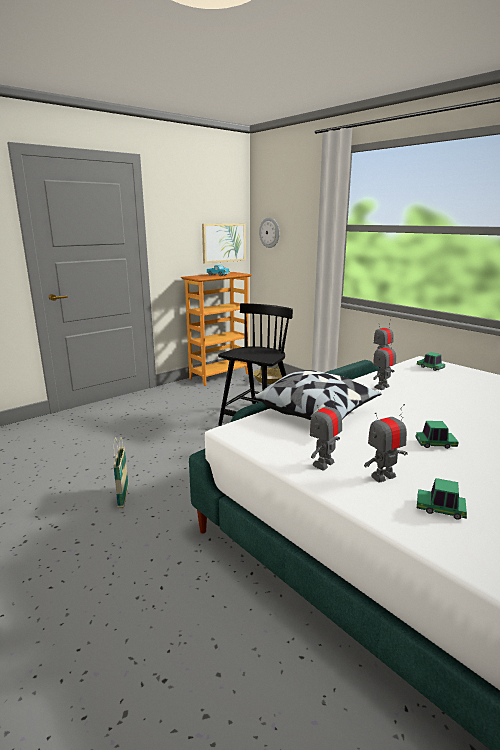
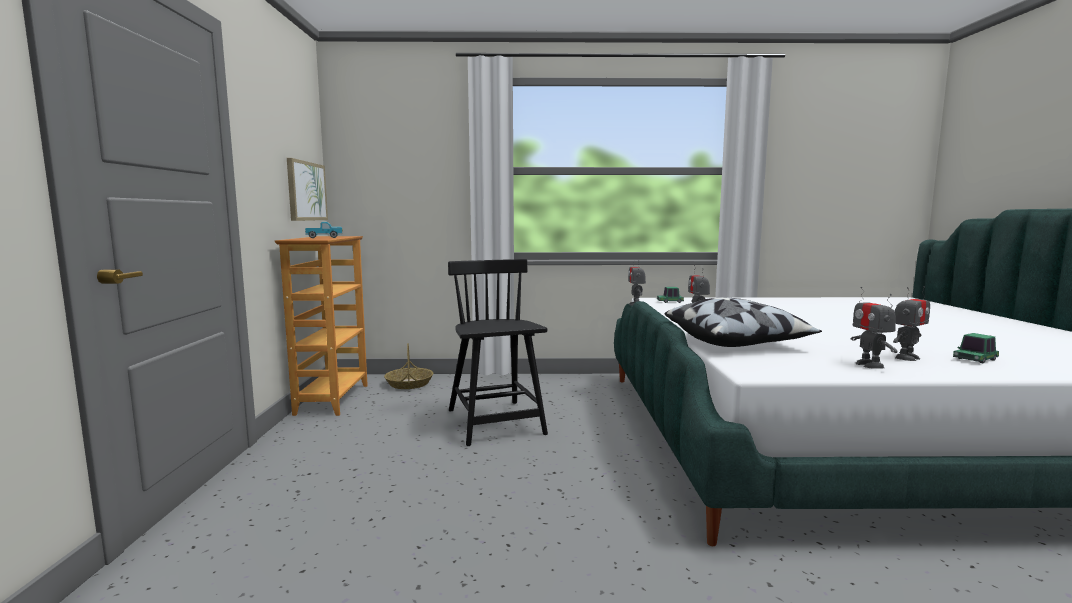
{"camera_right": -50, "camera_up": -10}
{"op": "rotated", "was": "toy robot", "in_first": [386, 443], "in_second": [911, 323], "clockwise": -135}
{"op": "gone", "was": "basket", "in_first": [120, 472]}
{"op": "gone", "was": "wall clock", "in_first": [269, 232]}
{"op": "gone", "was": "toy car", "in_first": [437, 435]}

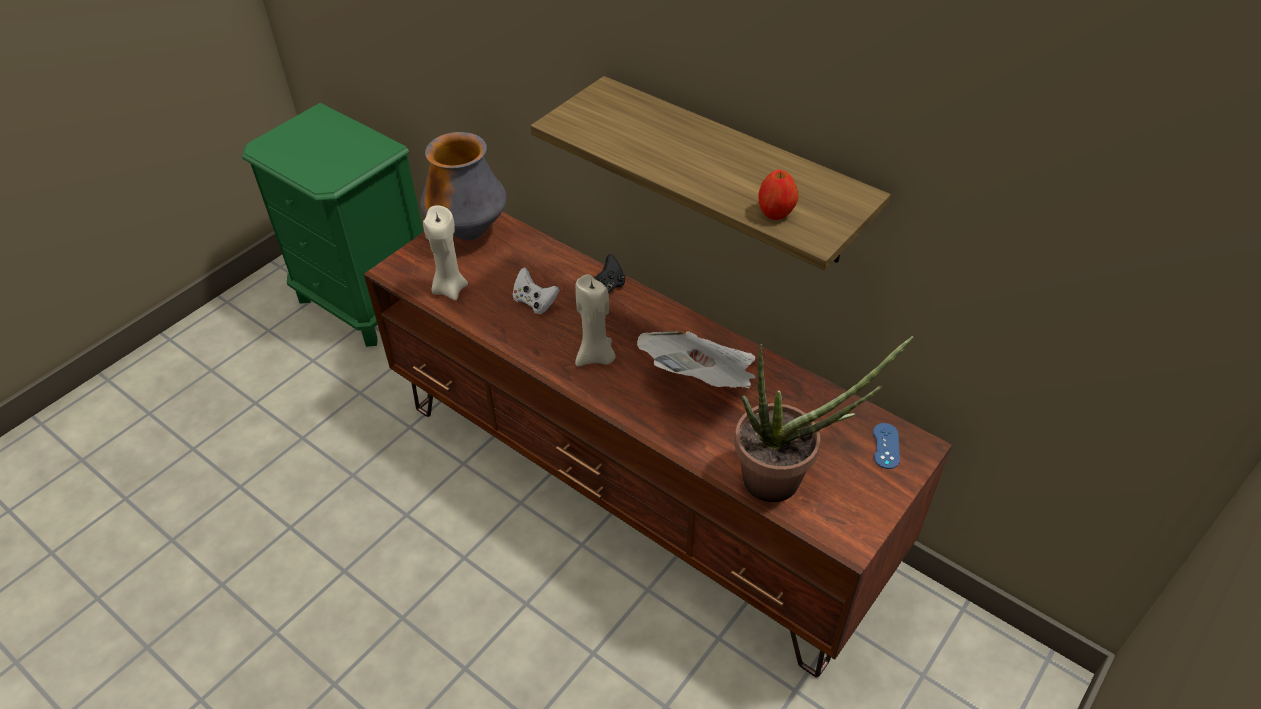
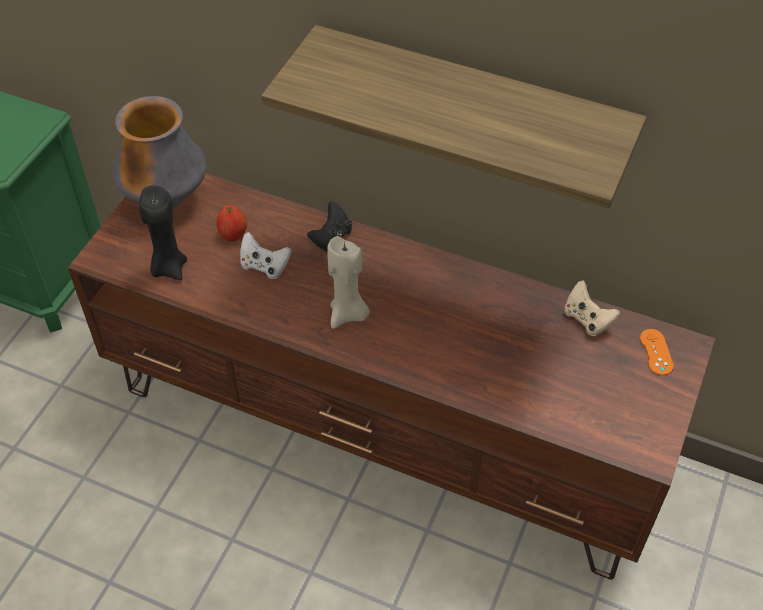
{"camera_right": -15, "camera_up": 5}
{"op": "repainted", "was": "beige candle", "now": "black candle", "in_first": [445, 253], "in_second": [163, 232]}
{"op": "shifted", "was": "apple", "in_first": [778, 195], "in_second": [231, 223]}
{"op": "new", "now": "beige game controller", "in_second": [592, 308]}
{"op": "repainted", "was": "blue game controller", "now": "orange game controller", "in_first": [886, 446], "in_second": [657, 352]}
{"op": "gone", "was": "newspaper", "in_first": [696, 359]}
{"op": "gone", "was": "potted plant", "in_first": [823, 419]}

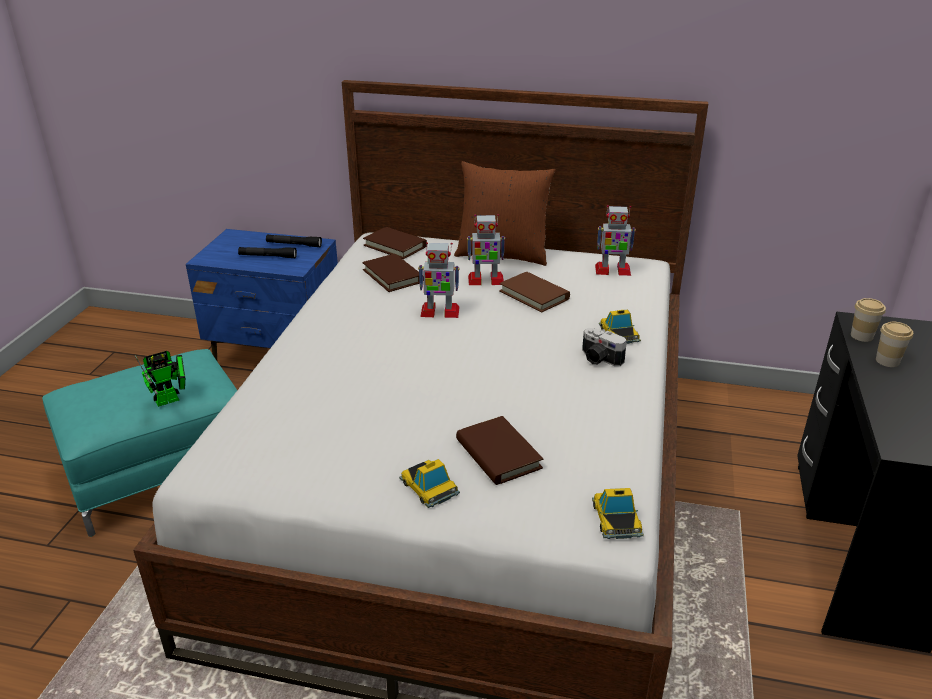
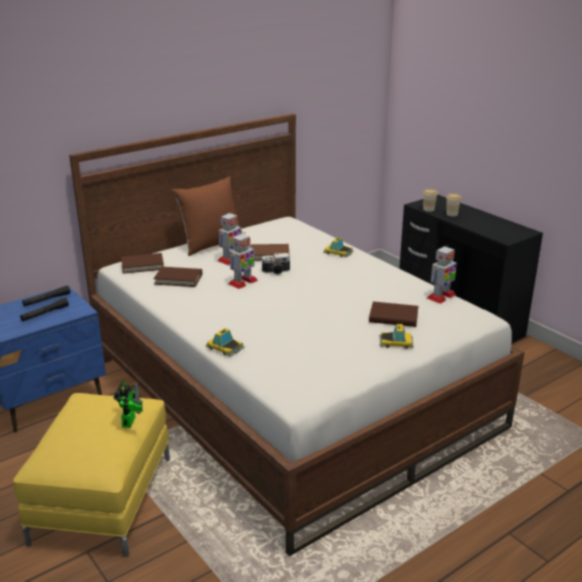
{"camera_right": -50, "camera_up": -5}
{"op": "repainted", "was": "turquoise ottoman", "now": "yellow ottoman", "in_first": [139, 443], "in_second": [91, 475]}
{"op": "shifted", "was": "toy car", "in_first": [618, 513], "in_second": [225, 342]}
{"op": "shifted", "was": "photo camera", "in_first": [604, 347], "in_second": [276, 264]}
{"op": "shifted", "was": "toy robot", "in_first": [615, 240], "in_second": [442, 274]}

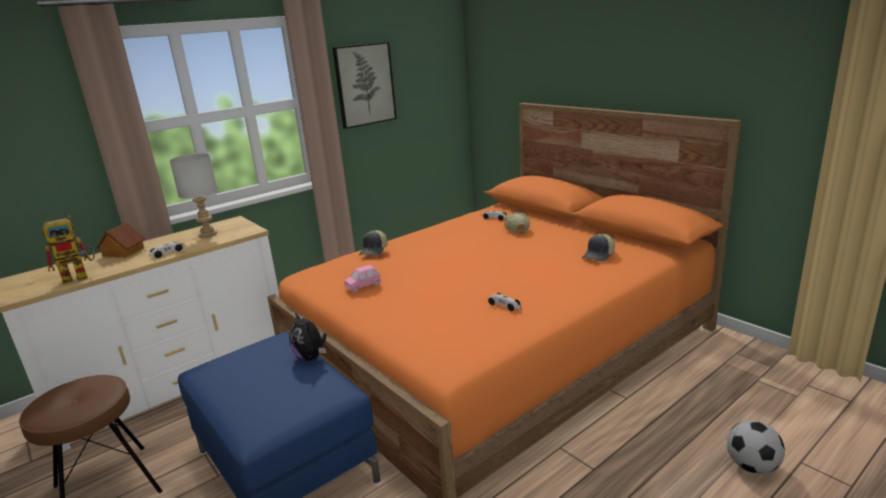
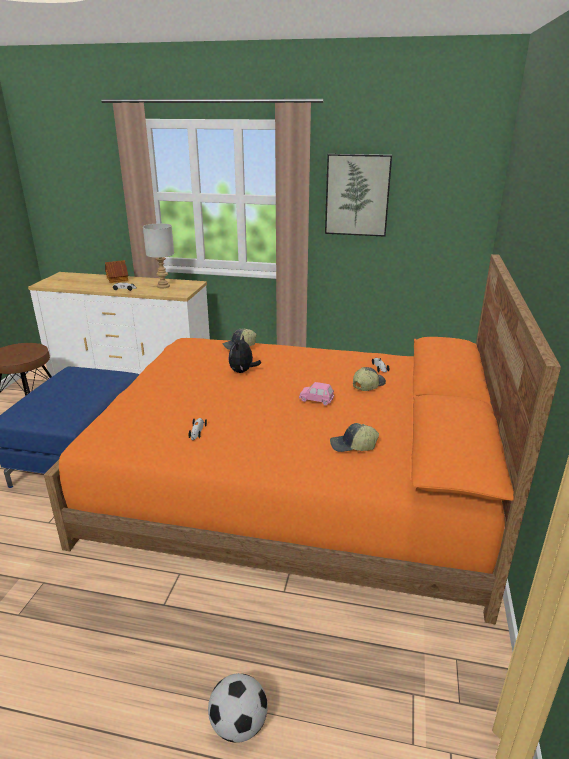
{"camera_right": 50, "camera_up": 5}
{"op": "shifted", "was": "plush toy", "in_first": [307, 337], "in_second": [244, 354]}
{"op": "shifted", "was": "pink toy car", "in_first": [363, 278], "in_second": [316, 394]}
{"op": "gone", "was": "toy robot", "in_first": [68, 250]}

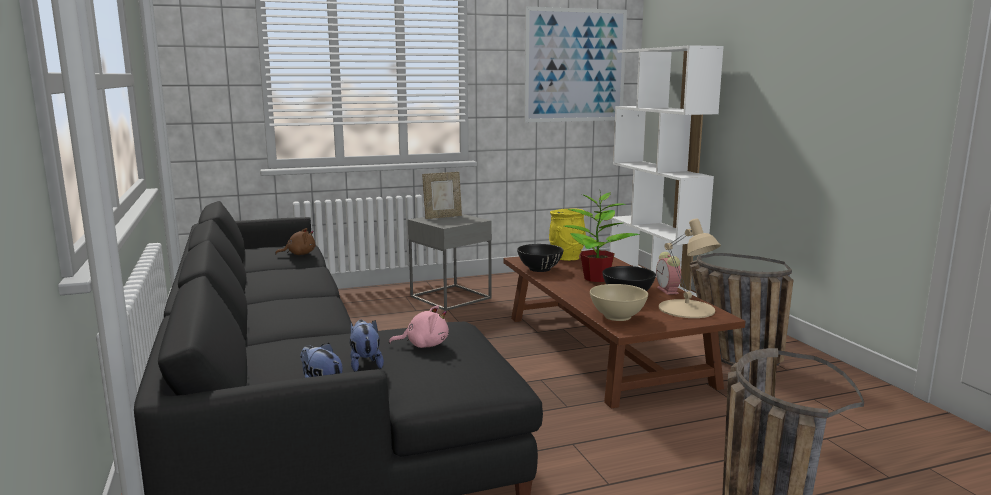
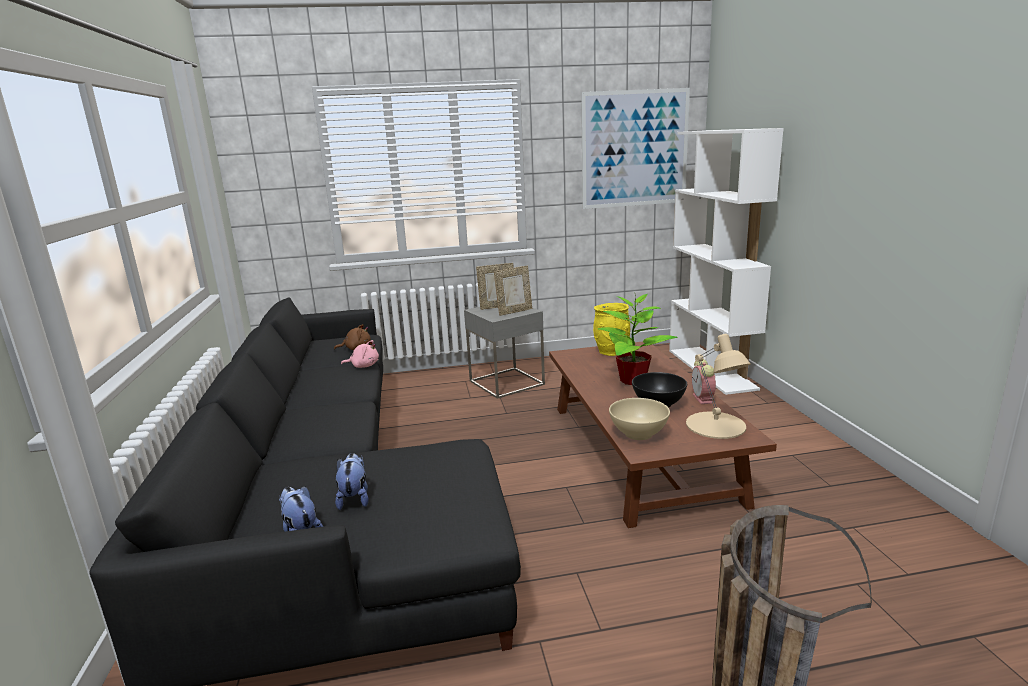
{"camera_right": 10, "camera_up": 5}
{"op": "shifted", "was": "pink plush toy", "in_first": [419, 326], "in_second": [360, 354]}
{"op": "new", "now": "picture frame", "in_second": [513, 291]}
{"op": "gone", "was": "black bowl", "in_first": [540, 258]}
{"op": "gone", "was": "basket", "in_first": [741, 309]}

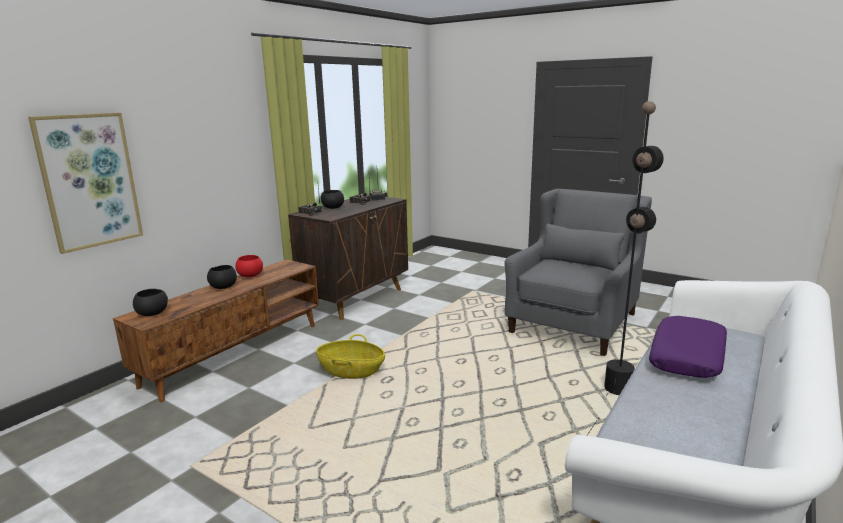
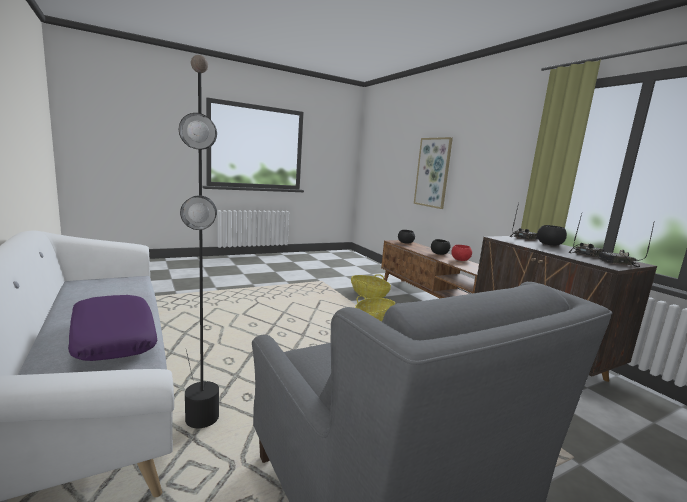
{"camera_right": 115, "camera_up": -5}
{"op": "new", "now": "basket", "in_second": [371, 286]}

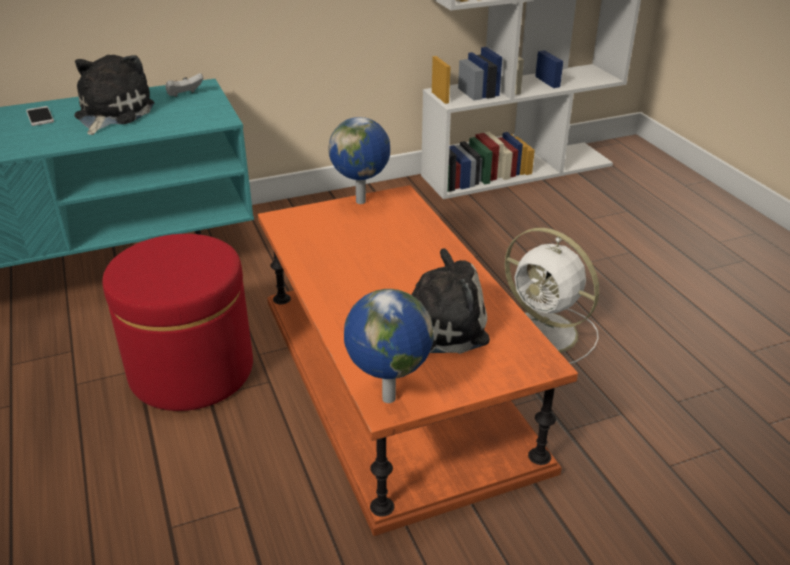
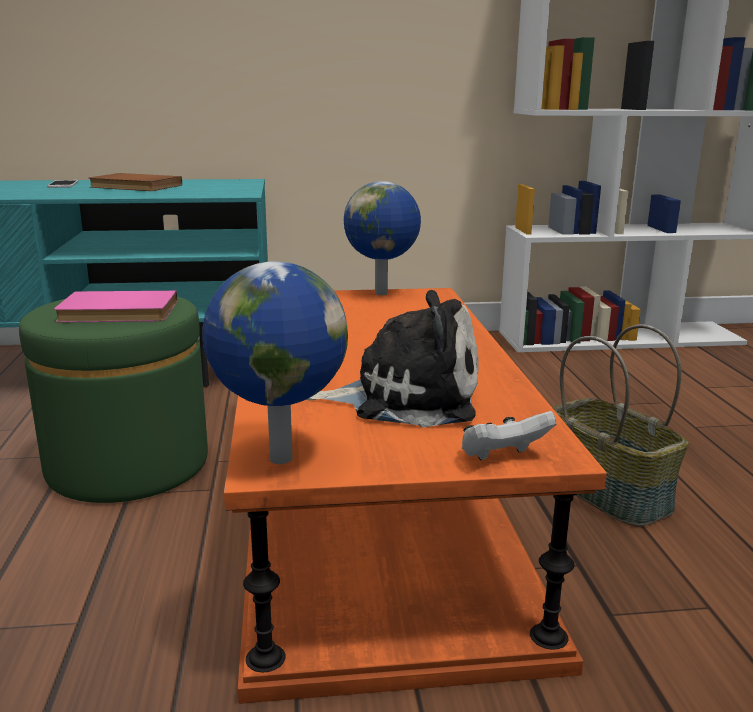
{"camera_right": 15, "camera_up": -15}
{"op": "repainted", "was": "red ottoman", "now": "green ottoman", "in_first": [177, 322], "in_second": [113, 399]}
{"op": "new", "now": "pink book", "in_second": [116, 306]}
{"op": "swapped", "was": "plush toy", "now": "brown book", "in_first": [114, 95], "in_second": [135, 182]}
{"op": "shifted", "was": "white game controller", "in_first": [184, 85], "in_second": [509, 435]}
{"op": "swapped", "was": "white fan", "now": "basket", "in_first": [552, 296], "in_second": [620, 425]}

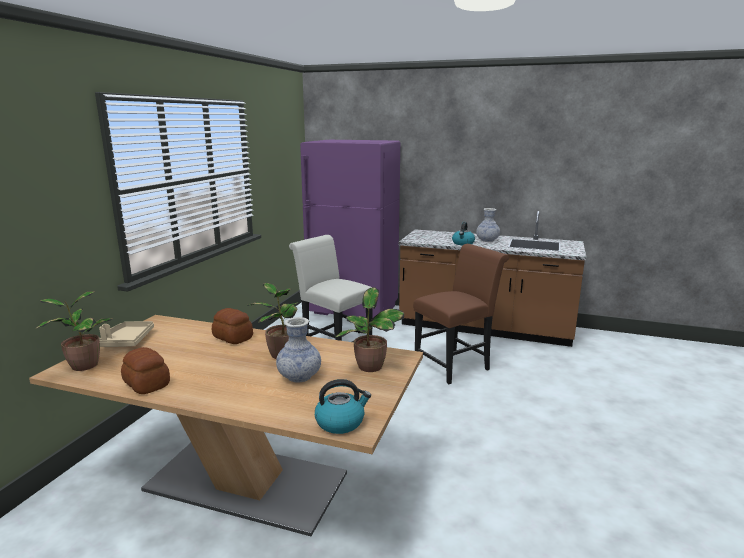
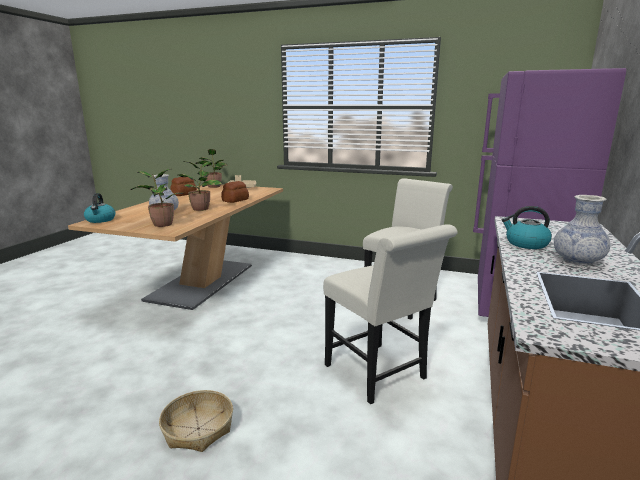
{"camera_right": 90, "camera_up": 0}
{"op": "new", "now": "basket", "in_second": [196, 421]}
{"op": "repainted", "was": "brown chair", "now": "white chair", "in_first": [461, 314], "in_second": [390, 314]}

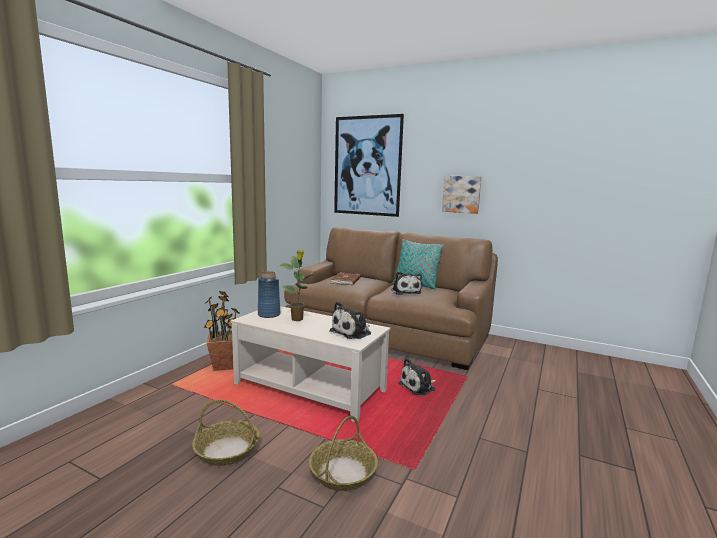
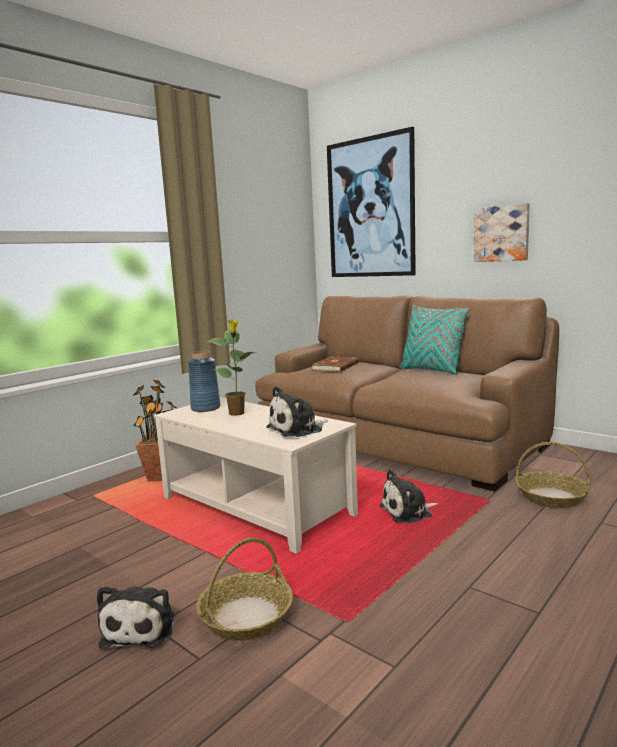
{"camera_right": 15, "camera_up": 0}
{"op": "shifted", "was": "plush toy", "in_first": [406, 283], "in_second": [136, 617]}
{"op": "shifted", "was": "basket", "in_first": [226, 432], "in_second": [553, 475]}

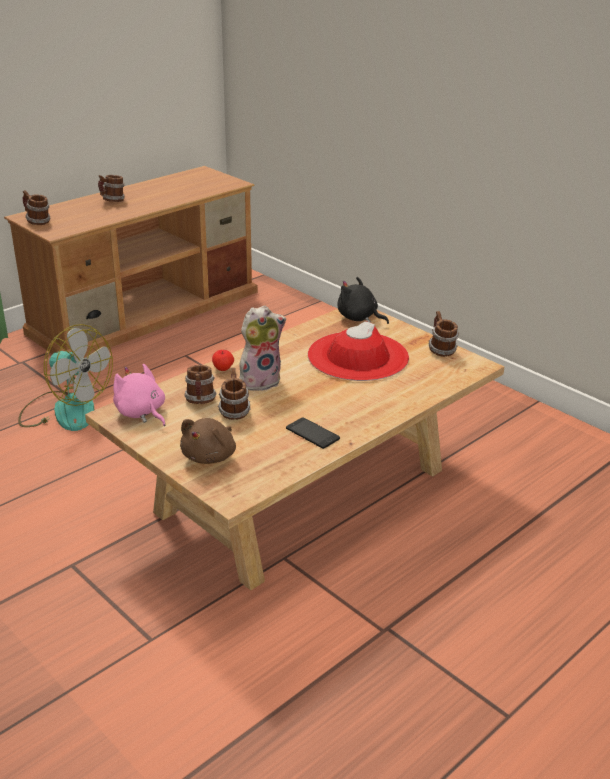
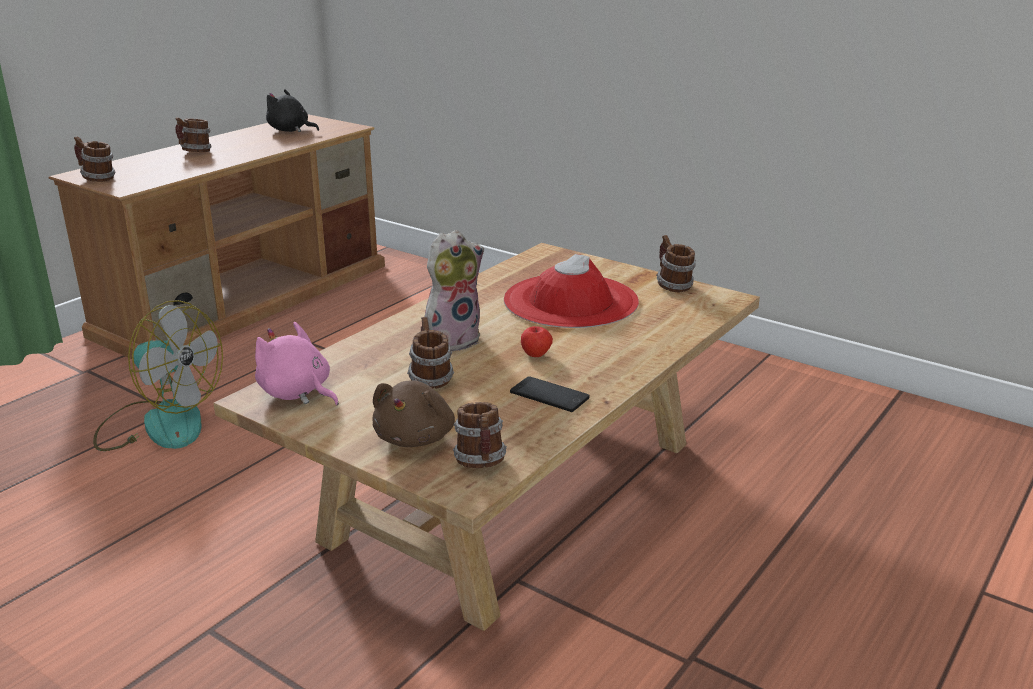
{"camera_right": -10, "camera_up": -5}
{"op": "shifted", "was": "black plush toy", "in_first": [363, 300], "in_second": [292, 110]}
{"op": "shifted", "was": "mug", "in_first": [200, 384], "in_second": [480, 435]}
{"op": "shifted", "was": "apple", "in_first": [223, 360], "in_second": [537, 341]}

